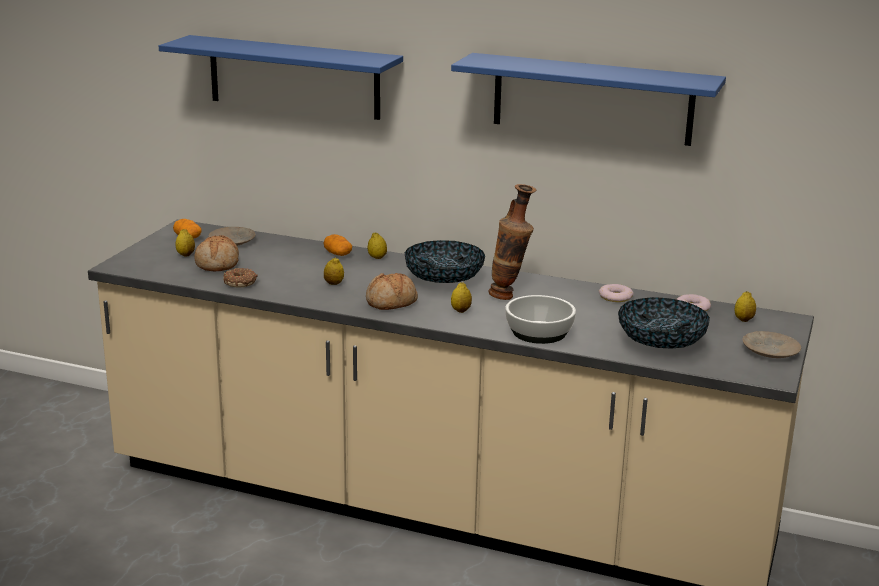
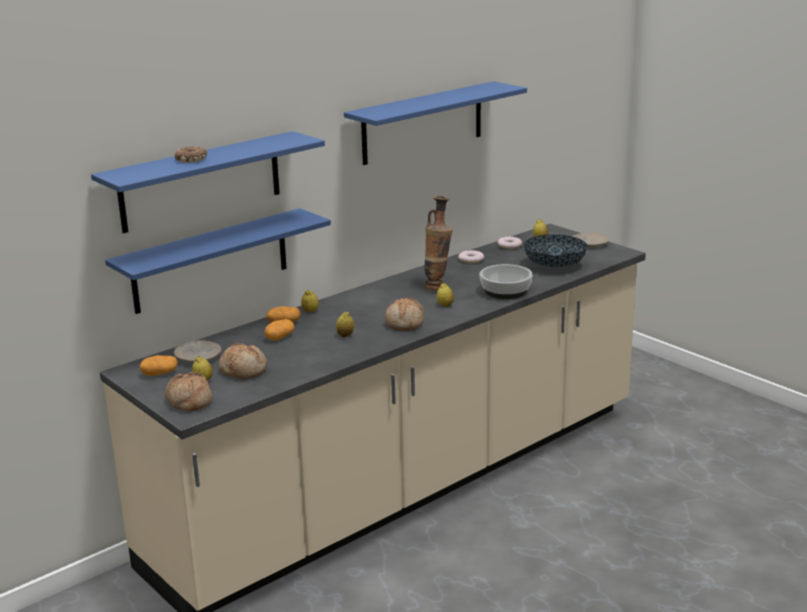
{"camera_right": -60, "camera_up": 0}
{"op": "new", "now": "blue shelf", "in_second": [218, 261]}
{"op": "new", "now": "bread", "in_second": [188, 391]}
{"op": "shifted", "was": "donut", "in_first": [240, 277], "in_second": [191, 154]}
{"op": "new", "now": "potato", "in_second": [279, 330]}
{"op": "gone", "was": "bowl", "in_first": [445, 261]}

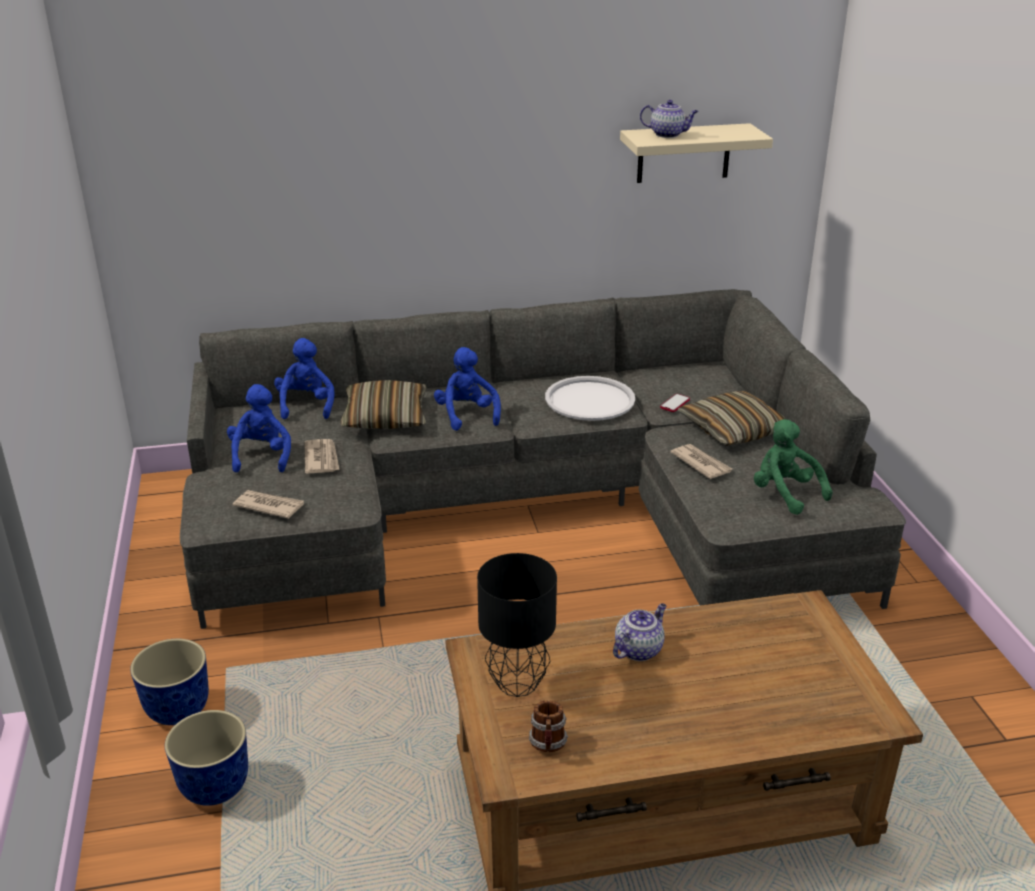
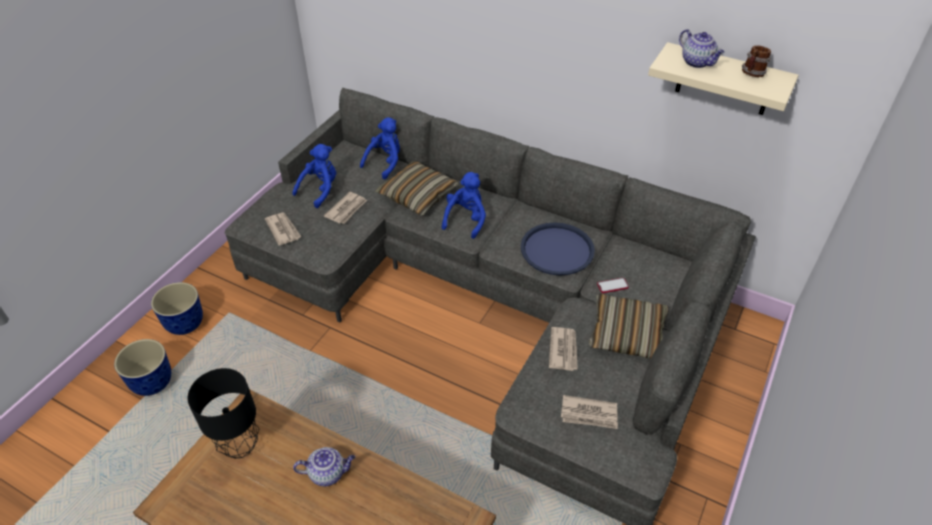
{"camera_right": 40, "camera_up": 15}
{"op": "repainted", "was": "white tray", "now": "blue tray", "in_first": [590, 398], "in_second": [558, 249]}
{"op": "swapped", "was": "green plush toy", "now": "newspaper", "in_first": [793, 467], "in_second": [589, 412]}
{"op": "shifted", "was": "mug", "in_first": [548, 726], "in_second": [756, 61]}

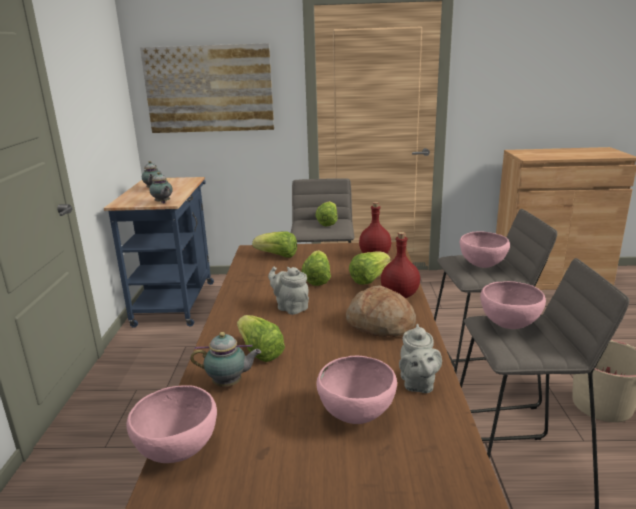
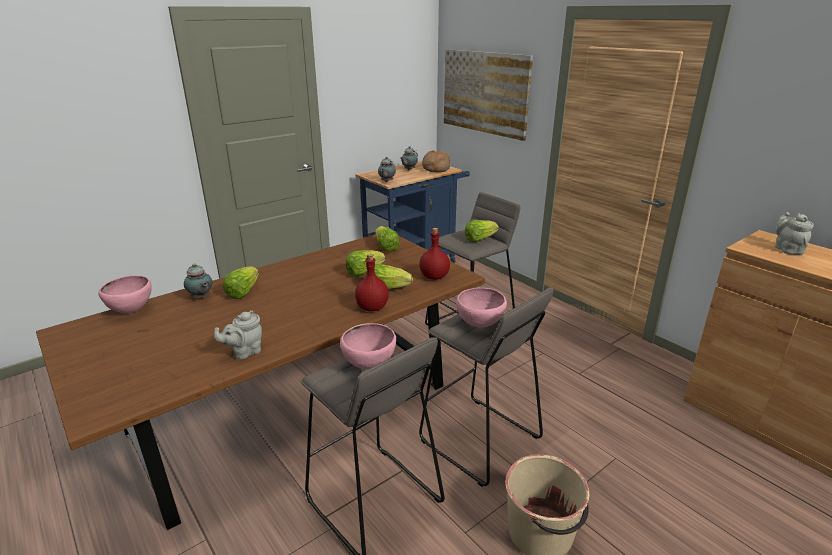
{"camera_right": 50, "camera_up": 5}
{"op": "shifted", "was": "bread", "in_first": [381, 311], "in_second": [436, 161]}
{"op": "shifted", "was": "grey teapot", "in_first": [288, 291], "in_second": [794, 233]}
{"op": "gone", "was": "pink bowl", "in_first": [356, 390]}

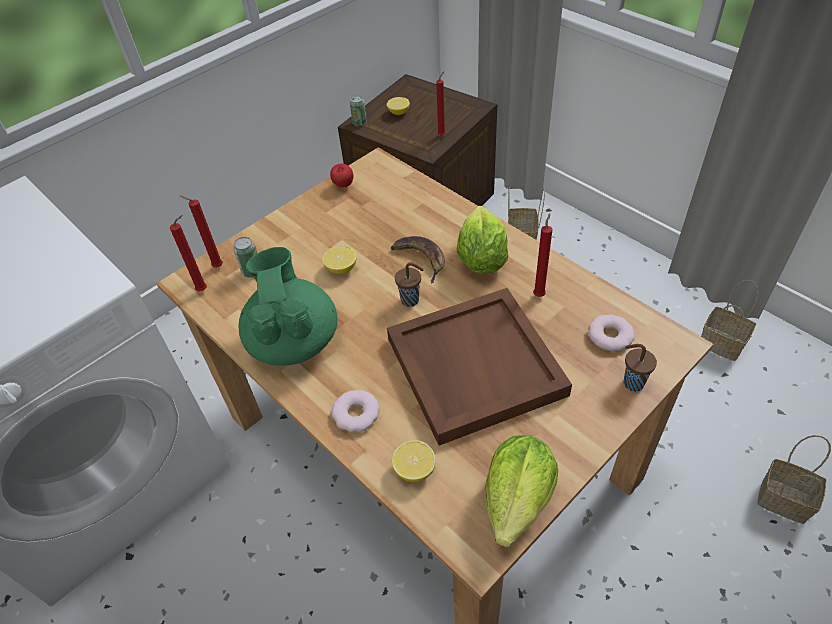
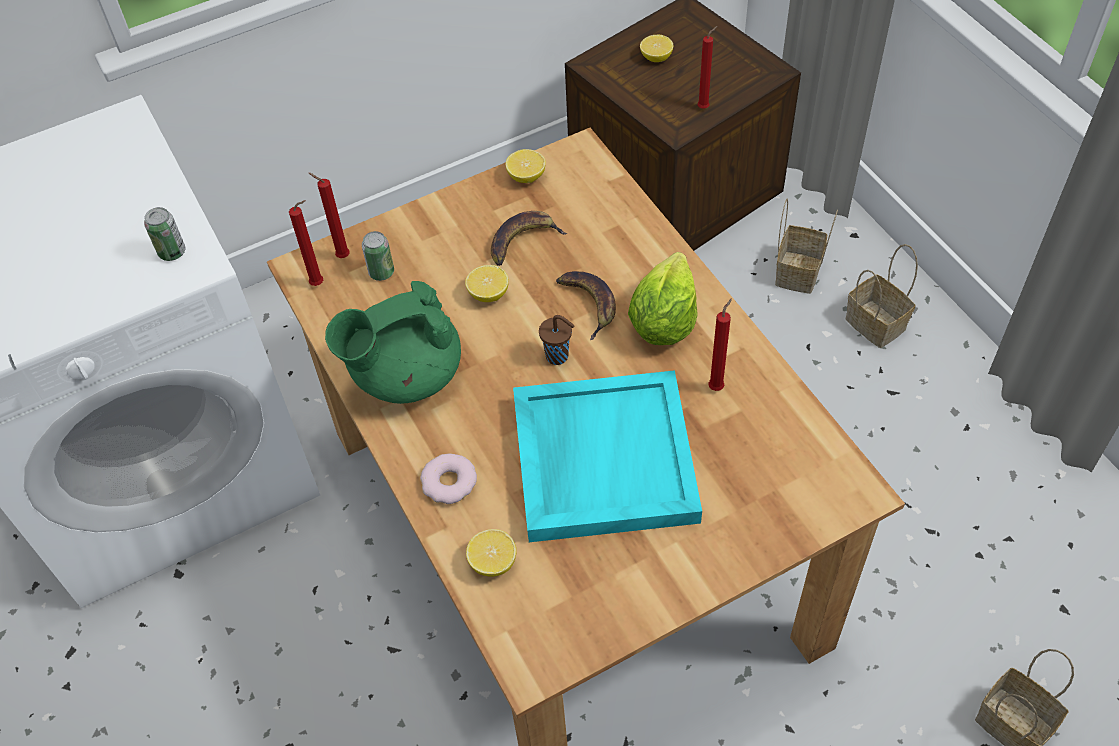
{"camera_right": 15, "camera_up": 5}
{"op": "shifted", "was": "can", "in_first": [358, 111], "in_second": [165, 234]}
{"op": "rotated", "was": "green teapot", "in_first": [288, 306], "in_second": [393, 342], "clockwise": -120}
{"op": "new", "now": "banana", "in_second": [529, 238]}
{"op": "swapped", "was": "apple", "now": "lemon", "in_first": [341, 176], "in_second": [526, 166]}
{"op": "repainted", "was": "brown tray", "now": "turquoise tray", "in_first": [479, 367], "in_second": [607, 456]}
{"op": "shifted", "was": "basket", "in_first": [730, 320], "in_second": [882, 296]}
{"op": "gone", "was": "lettuce", "in_first": [521, 491]}
{"op": "gone", "was": "donut", "in_first": [612, 333]}
{"op": "gone", "was": "brown cup", "in_first": [640, 367]}

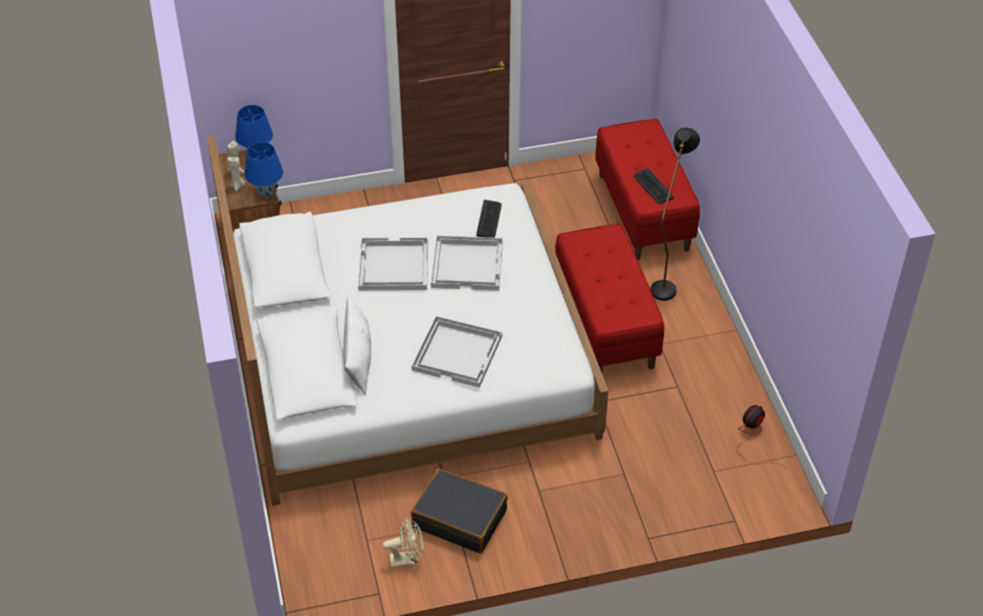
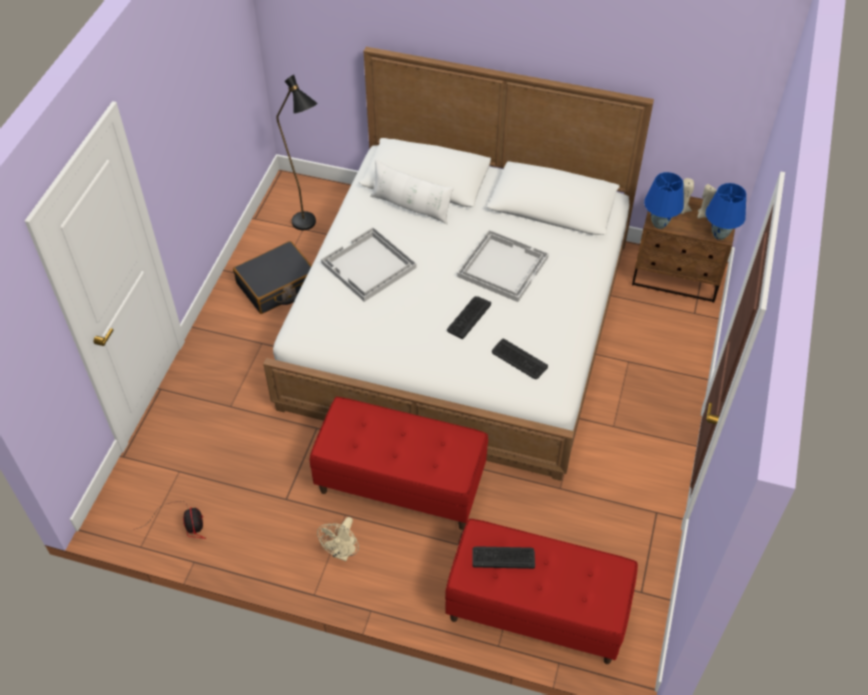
{"camera_right": 120, "camera_up": 5}
{"op": "shifted", "was": "black floor lamp", "in_first": [675, 214], "in_second": [296, 152]}
{"op": "shifted", "was": "beige fan", "in_first": [403, 542], "in_second": [338, 539]}
{"op": "swapped", "was": "white tray", "now": "keyboard", "in_first": [467, 263], "in_second": [469, 317]}

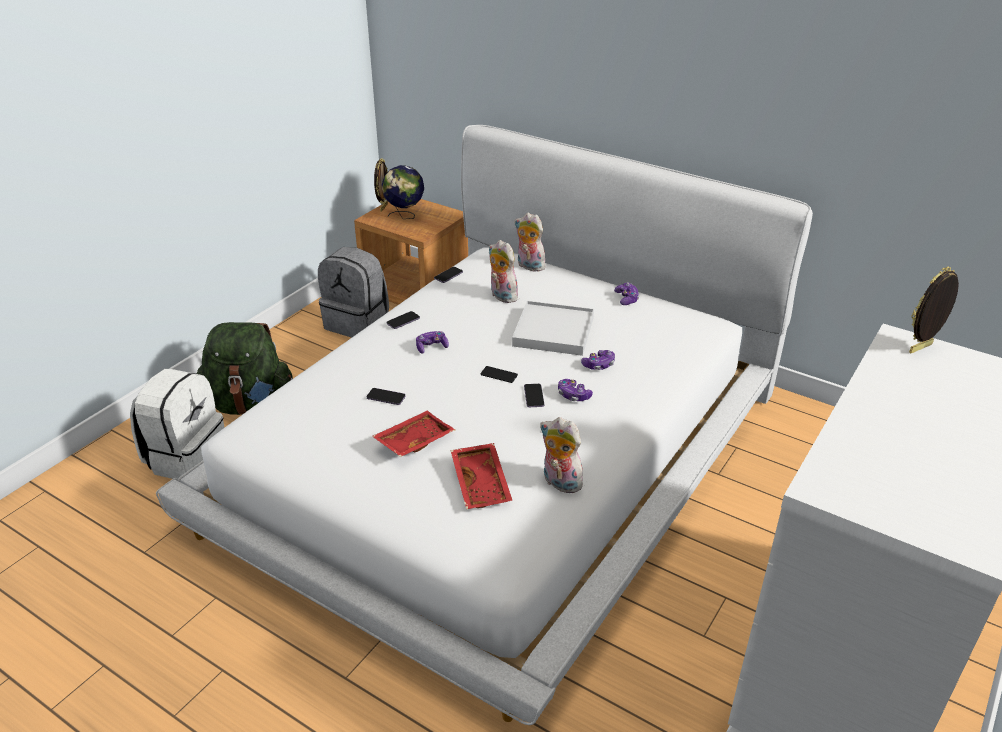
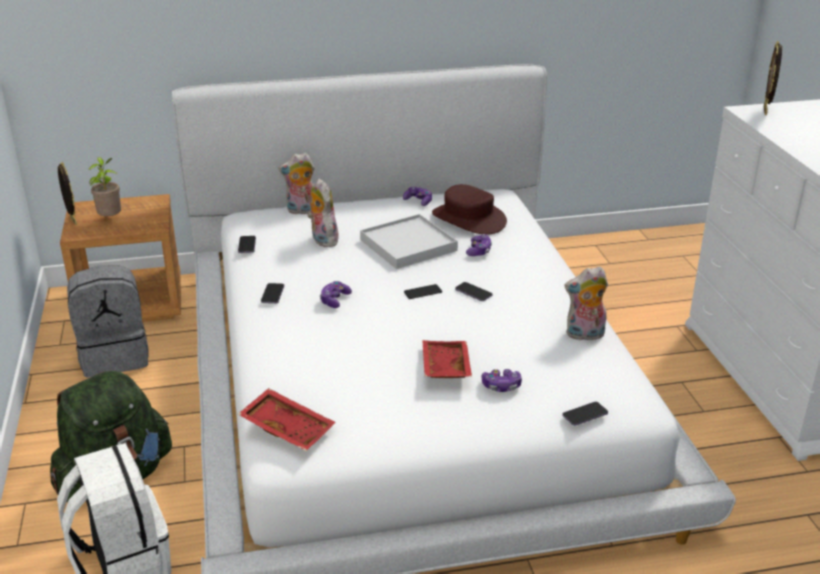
{"camera_right": -45, "camera_up": -5}
{"op": "swapped", "was": "globe", "now": "potted plant", "in_first": [403, 192], "in_second": [104, 186]}
{"op": "shifted", "was": "red tray", "in_first": [481, 476], "in_second": [287, 419]}
{"op": "rotated", "was": "plush toy", "in_first": [504, 271], "in_second": [322, 213], "clockwise": 60}
{"op": "new", "now": "brown hat", "in_second": [469, 209]}
{"op": "shifted", "was": "game controller", "in_first": [575, 390], "in_second": [502, 380]}
{"op": "shifted", "was": "phone", "in_first": [386, 396], "in_second": [585, 414]}

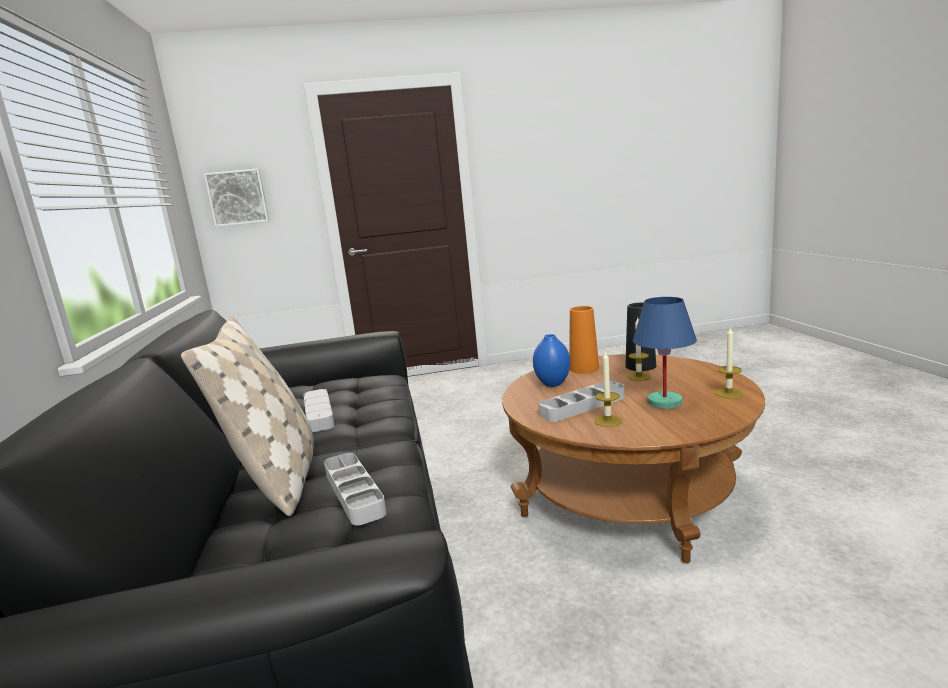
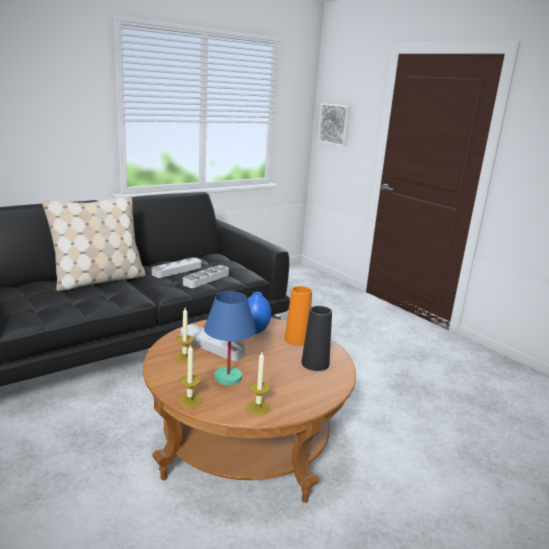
{"camera_right": 60, "camera_up": 5}
{"op": "shifted", "was": "candle", "in_first": [639, 349], "in_second": [190, 376]}
{"op": "shifted", "was": "grey tray", "in_first": [355, 489], "in_second": [206, 276]}

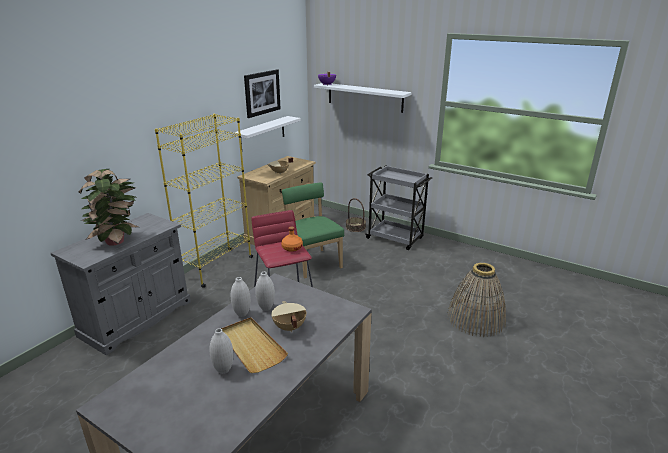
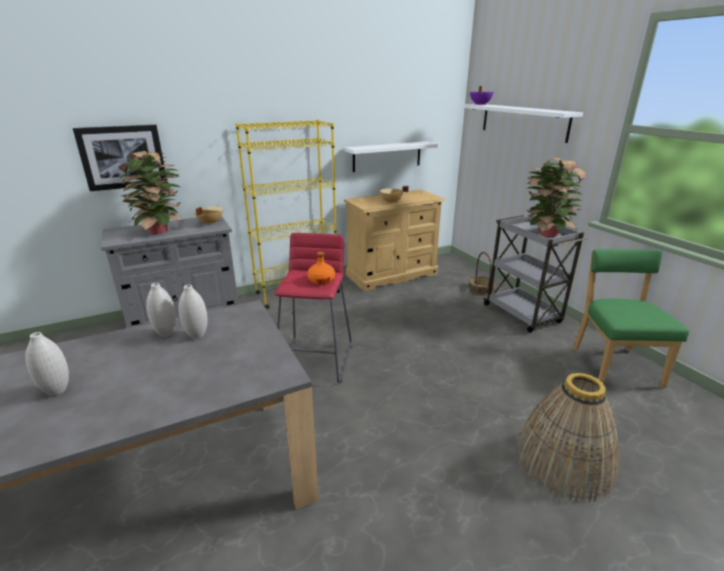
{"camera_right": 30, "camera_up": 0}
{"op": "shifted", "was": "picture", "in_first": [262, 94], "in_second": [120, 158]}
{"op": "shifted", "was": "beige cooking pot", "in_first": [288, 316], "in_second": [208, 215]}
{"op": "new", "now": "potted plant", "in_second": [555, 197]}
{"op": "shifted", "was": "green chair", "in_first": [313, 230], "in_second": [631, 318]}
{"op": "gone", "was": "beige tray", "in_first": [254, 345]}

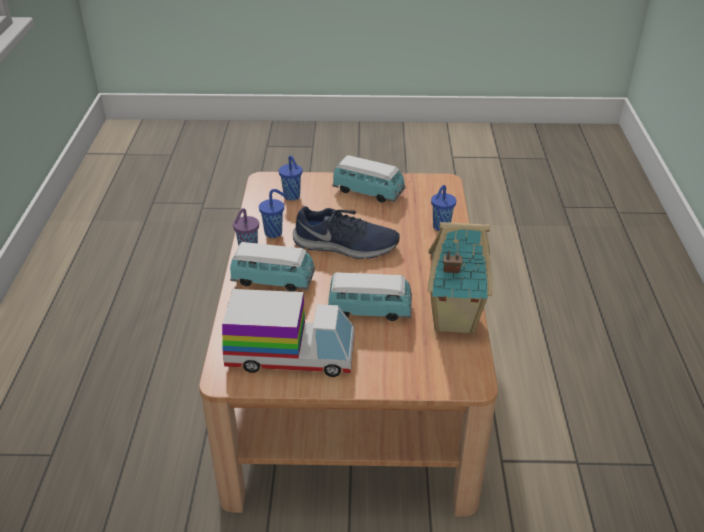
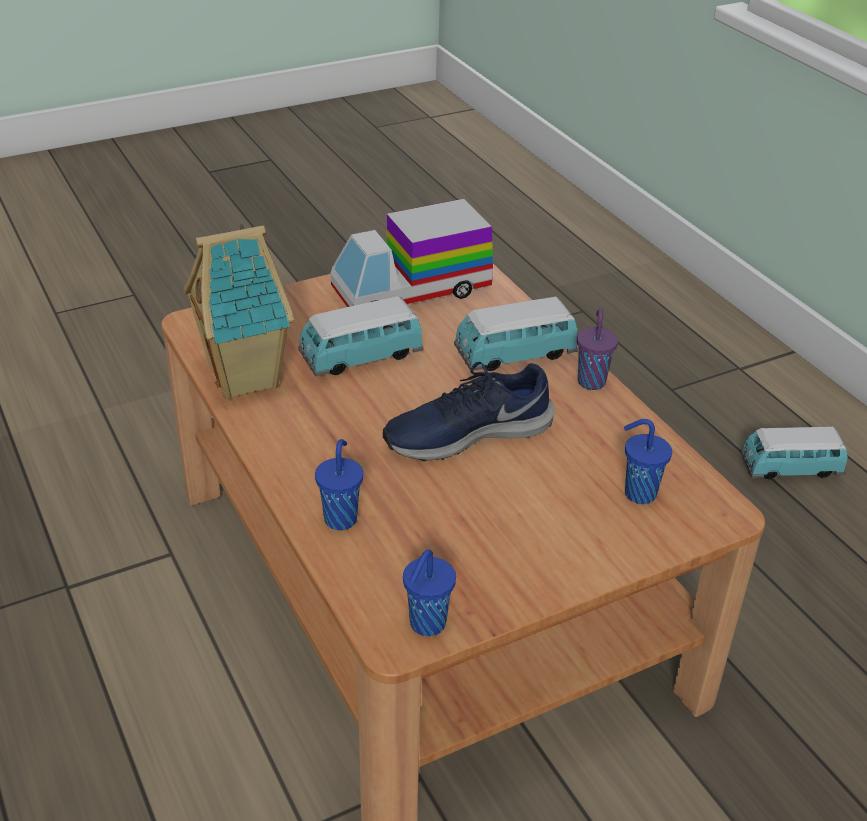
{"camera_right": 150, "camera_up": 0}
{"op": "shifted", "was": "blue cup", "in_first": [272, 213], "in_second": [429, 593]}
{"op": "shifted", "was": "toy car", "in_first": [369, 179], "in_second": [794, 453]}

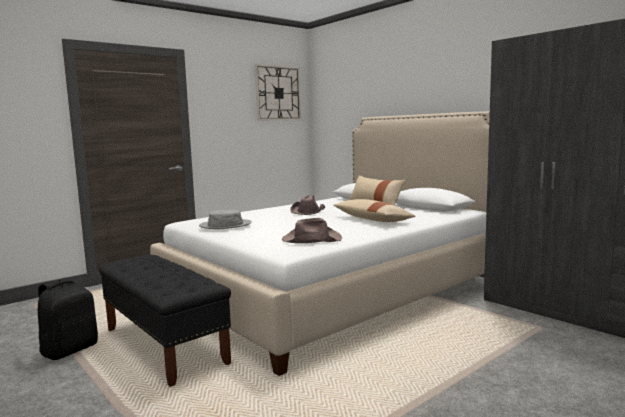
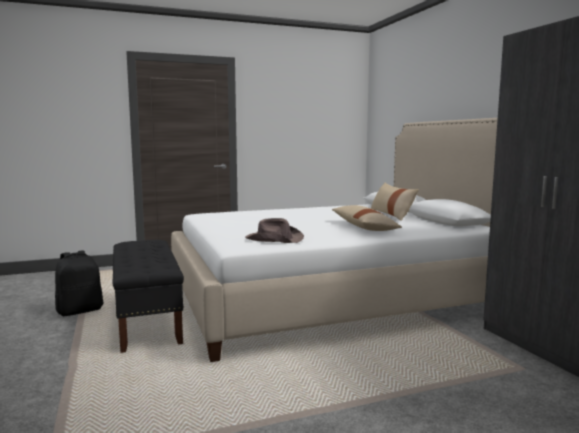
{"camera_right": 20, "camera_up": 0}
{"op": "gone", "was": "grey hat", "in_first": [225, 219]}
{"op": "gone", "was": "wall clock", "in_first": [278, 92]}
{"op": "gone", "was": "brown hat", "in_first": [307, 205]}

